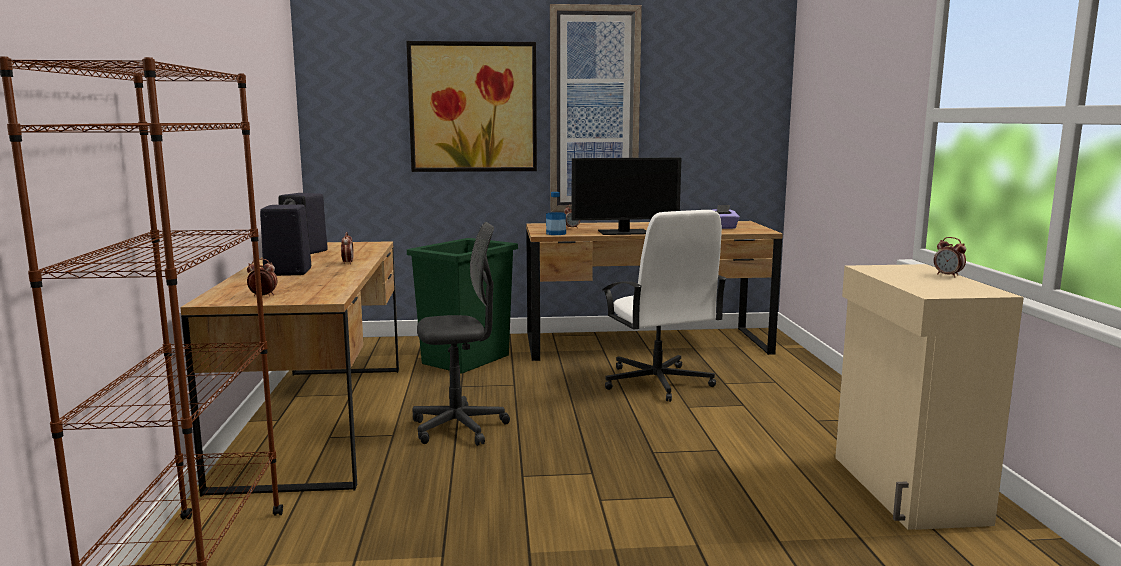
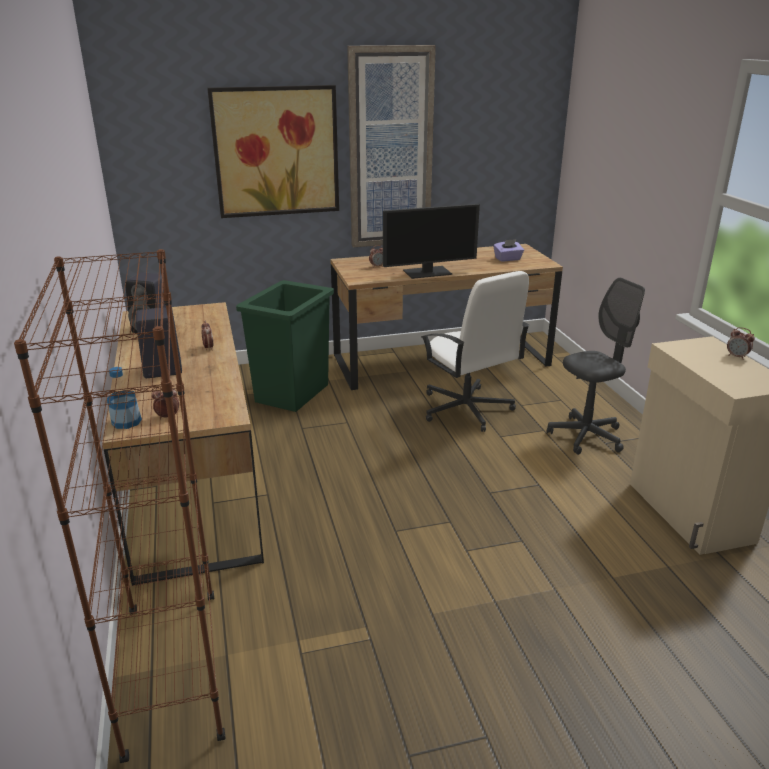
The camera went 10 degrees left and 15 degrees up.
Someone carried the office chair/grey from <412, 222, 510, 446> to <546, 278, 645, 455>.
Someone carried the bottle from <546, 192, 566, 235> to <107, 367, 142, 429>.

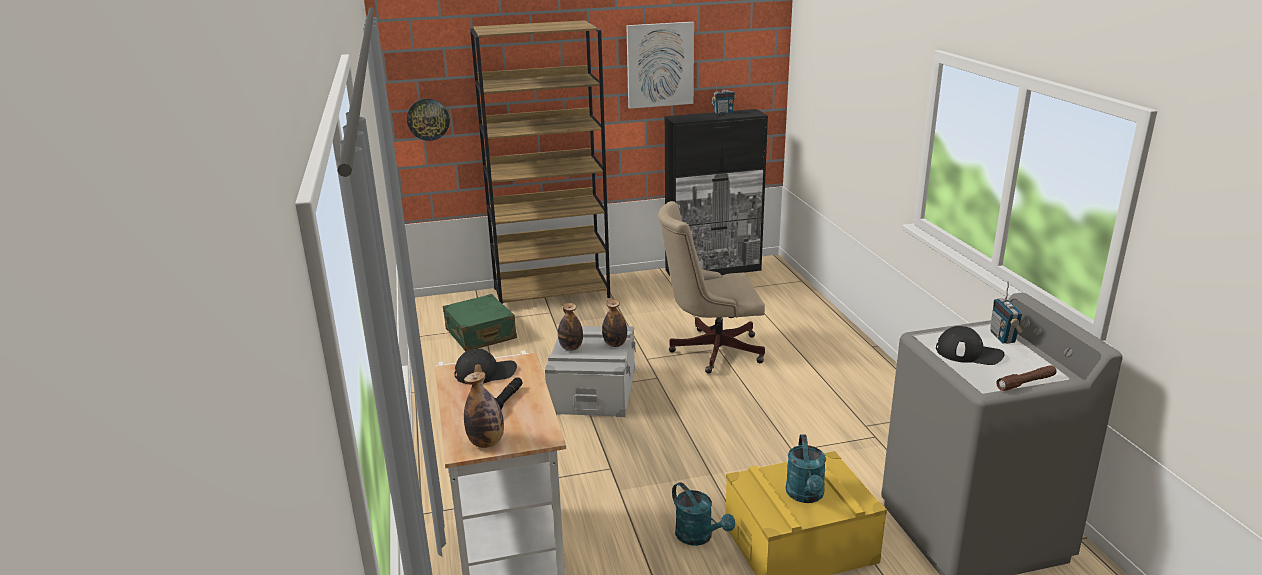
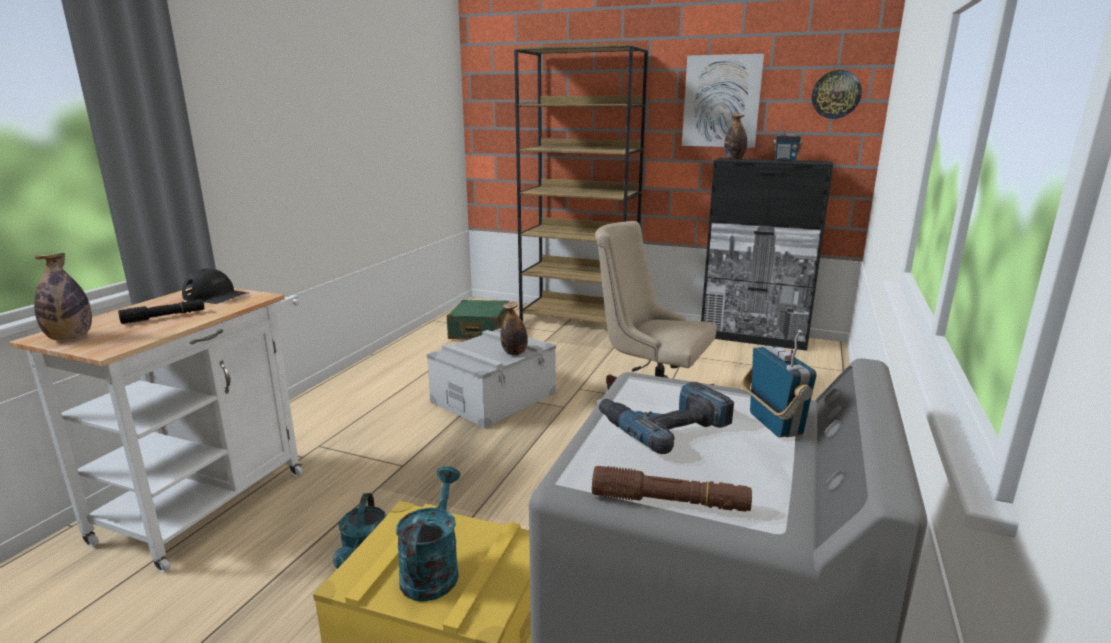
The camera went 35 degrees right and 5 degrees down.
Someone carried the wall clock from <407, 99, 450, 141> to <812, 70, 862, 119>.
Someone carried the bottle from <558, 303, 583, 351> to <724, 114, 747, 160>.
Someone rotated the watering can/turquoise at <786, 434, 826, 503> by 150 degrees clockwise.
Someone swapped the cap/black at <936, 326, 1005, 365> for the power drill at <597, 382, 734, 454>.
Someone rotated the radio at <990, 281, 1024, 344> by 135 degrees clockwise.

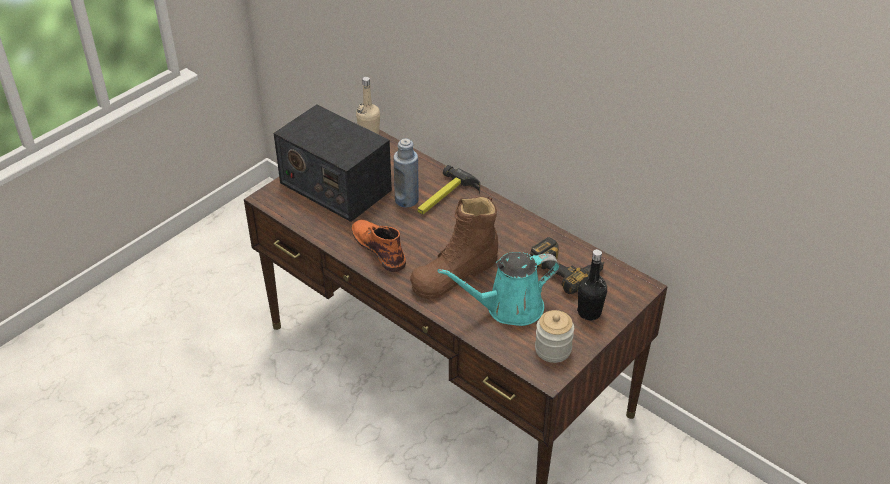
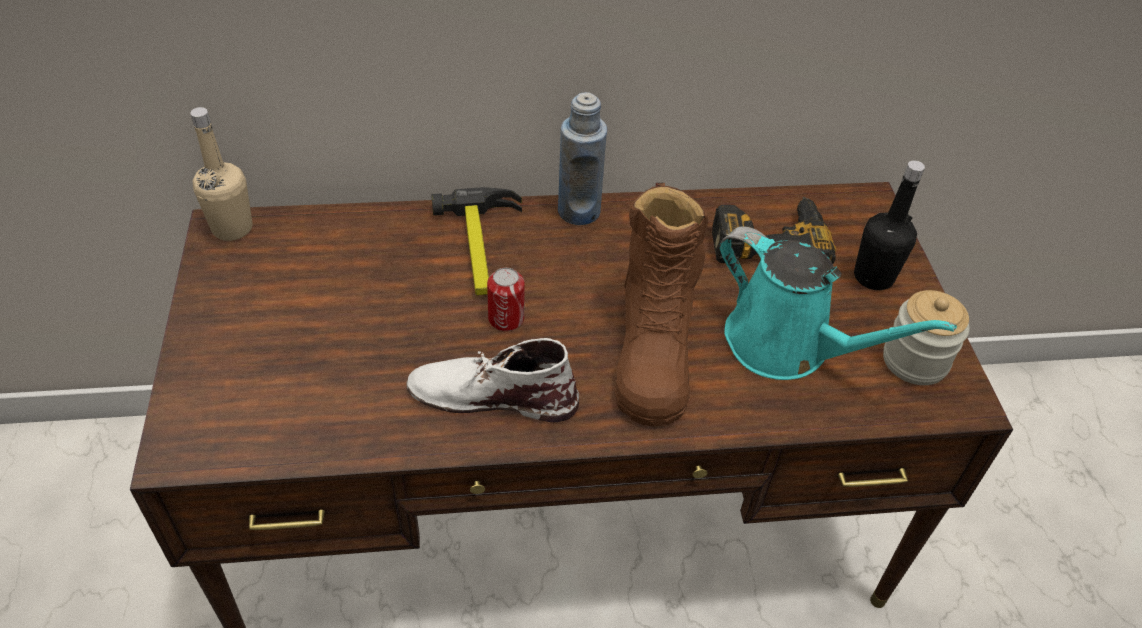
The camera went 50 degrees left and 5 degrees up.
Someone took away the radio at <273, 104, 392, 222>.
Someone repainted the boot/orange at <352, 220, 406, 272>, which became the boot/white at <406, 338, 579, 422>.
Someone carried the bottle/blue from <394, 138, 419, 208> to <558, 92, 607, 225>.
Someone rotated the watering can/turquoise at <438, 252, 560, 326> by 75 degrees counterclockwise.
Someone put down the can at <487, 267, 525, 331>.

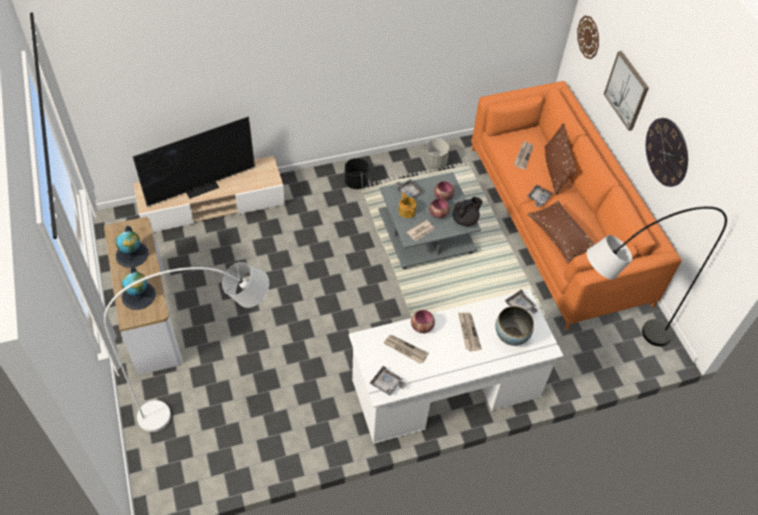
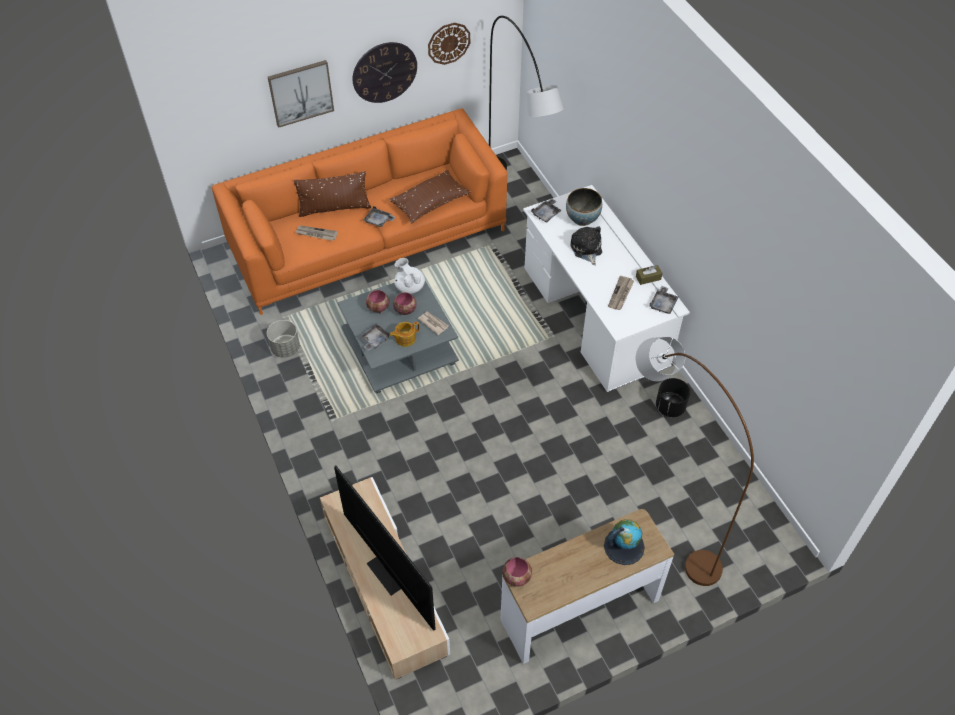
The camera went 95 degrees left and 0 degrees up.
Someone repainted the floor lamp/white at <104, 262, 269, 432>, which became the floor lamp/brown at <636, 337, 754, 586>.
Someone took away the globe at <116, 226, 149, 268>.
Someone carried the planter/black from <345, 158, 369, 189> to <656, 378, 690, 417>.
Someone carried the bowl from <411, 310, 435, 333> to <502, 557, 532, 586>.
Someone repainted the teapot/black at <452, 197, 483, 226>, which became the teapot/white at <394, 258, 425, 294>.
Someone swapped the newspaper at <458, 313, 482, 351> for the plush toy at <570, 226, 602, 265>.
Someone carried the wall clock from <577, 16, 599, 59> to <428, 23, 470, 65>.
Someone put down the tissue box/brown at <636, 265, 663, 285>.

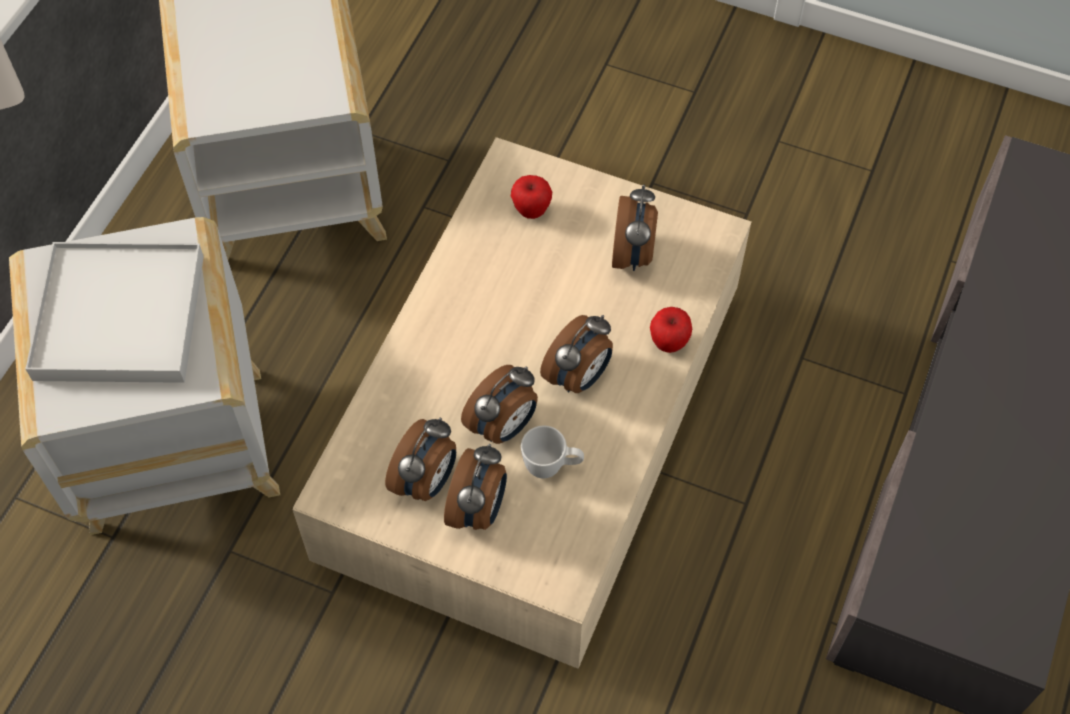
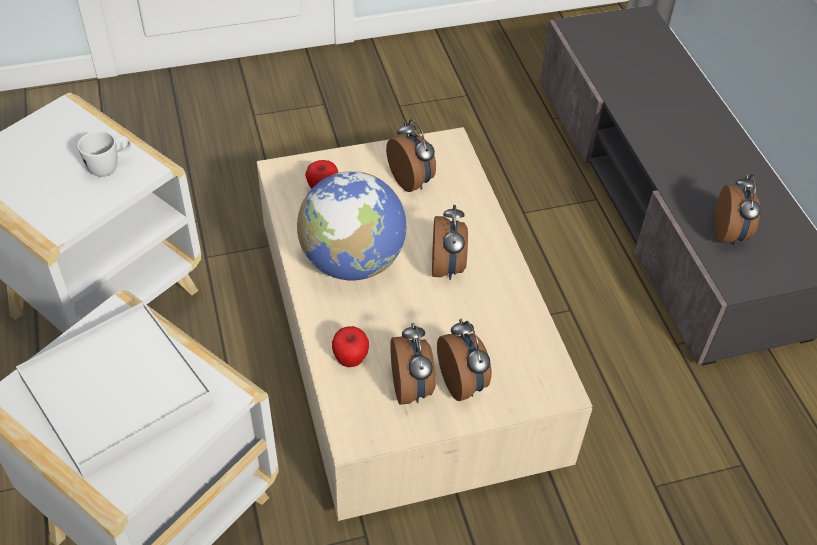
The camera went 40 degrees left and 10 degrees down.
Someone carried the alarm clock from <461, 365, 538, 444> to <715, 174, 761, 246>.
Someone carried the mug/white from <521, 426, 584, 478> to <78, 131, 131, 177>.
Someone carried the apple from <650, 307, 692, 353> to <332, 326, 369, 367>.
Someone put down the globe at <297, 171, 406, 280>.

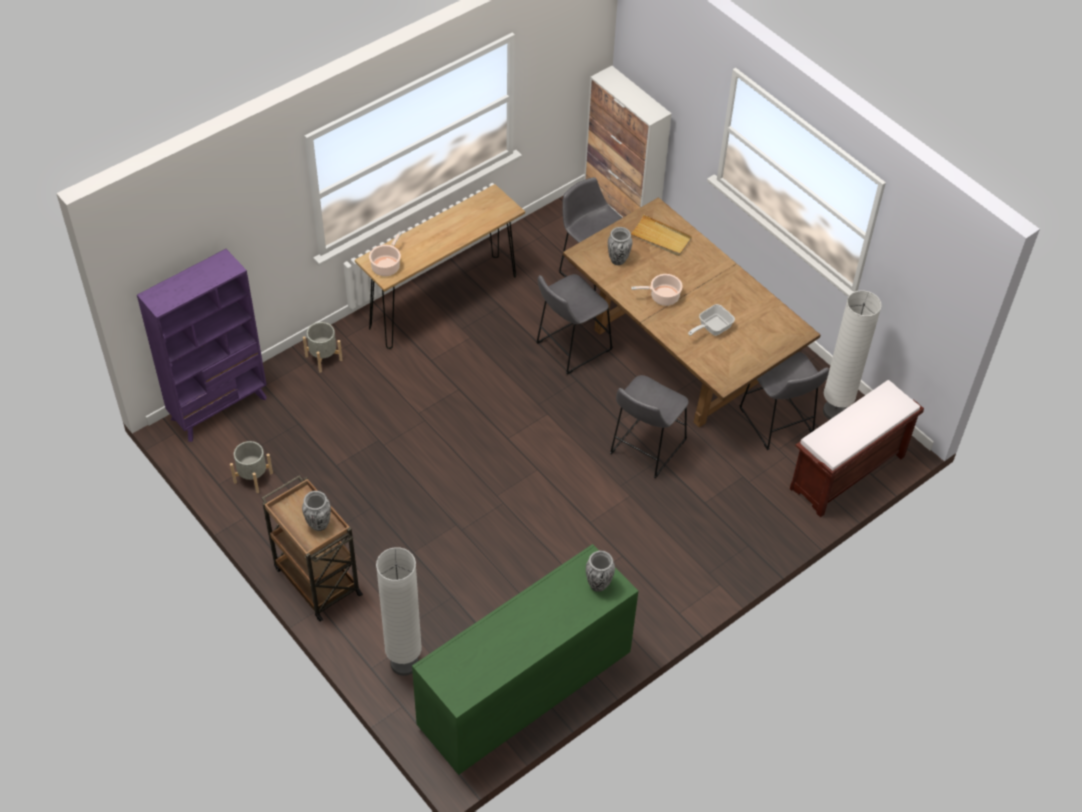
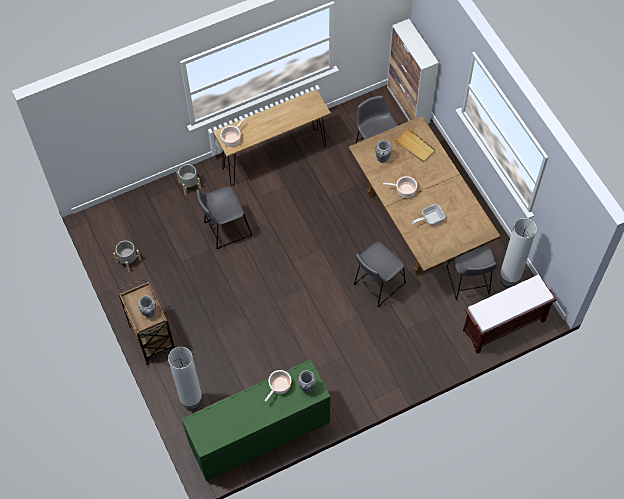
The camera went 15 degrees right and 10 degrees up.
Someone took away the bookcase/purple at <137, 249, 267, 442>.
Someone carried the stool/grey from <536, 274, 613, 375> to <196, 187, 253, 249>.
Someone put down the cooking pot at <264, 370, 291, 402>.

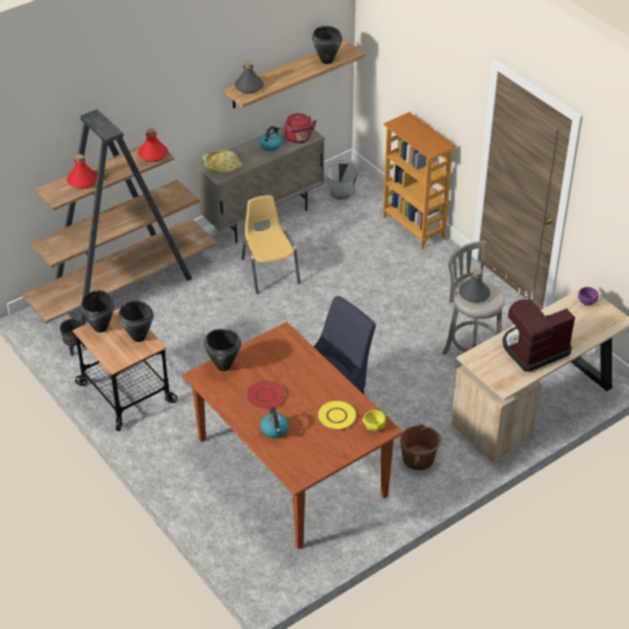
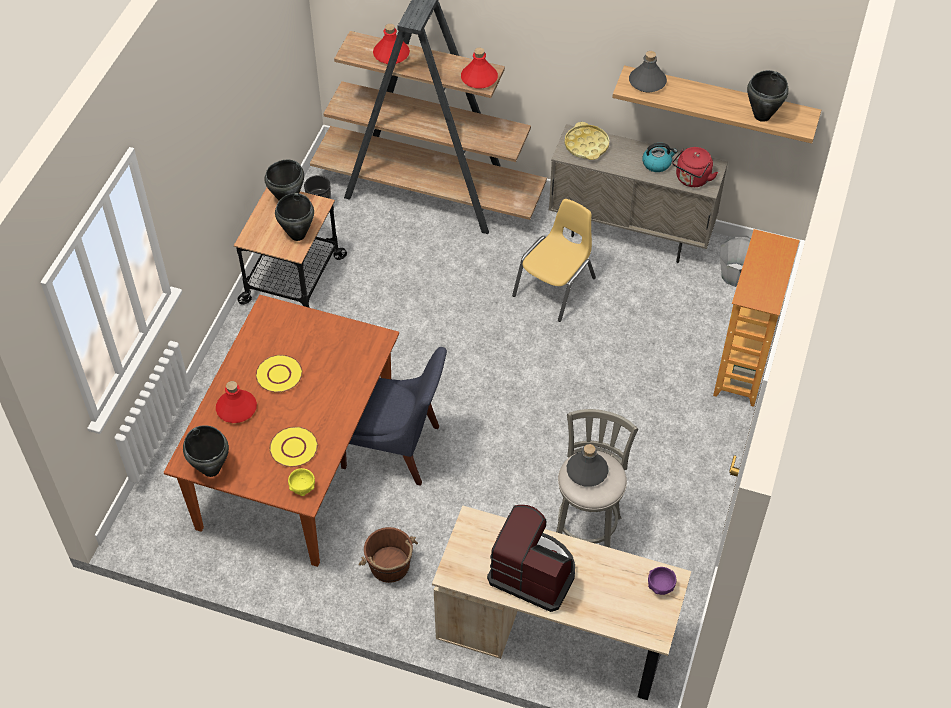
The camera went 55 degrees right and 10 degrees up.
Someone carried the cooking pot/black from <204, 329, 241, 371> to <183, 425, 229, 477>.
Someone repainted the plate/red at <246, 380, 286, 409>, which became the plate/yellow at <255, 355, 303, 393>.
Someone swapped the kettle at <260, 407, 289, 438> for the bottle/red at <216, 381, 257, 423>.

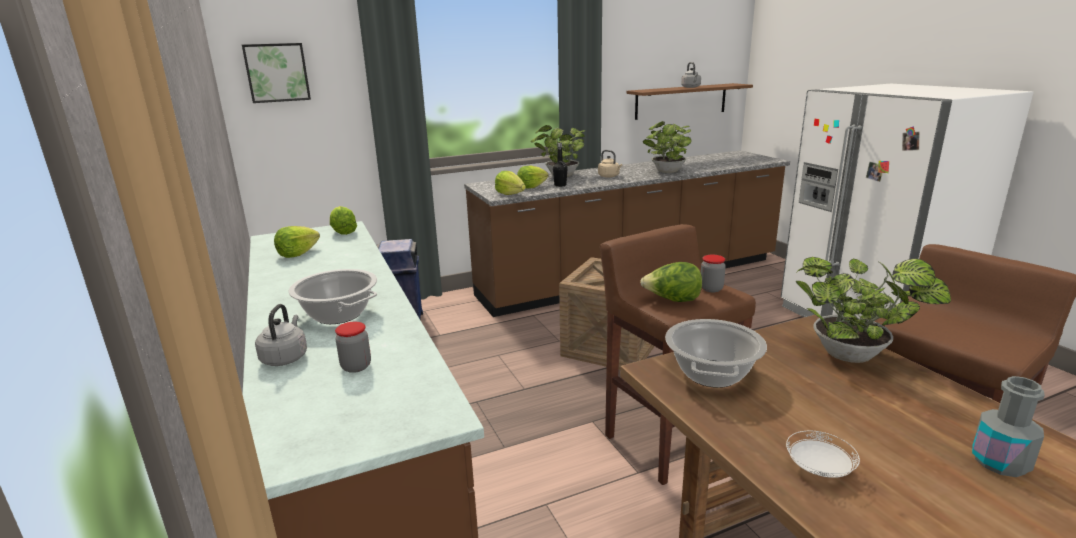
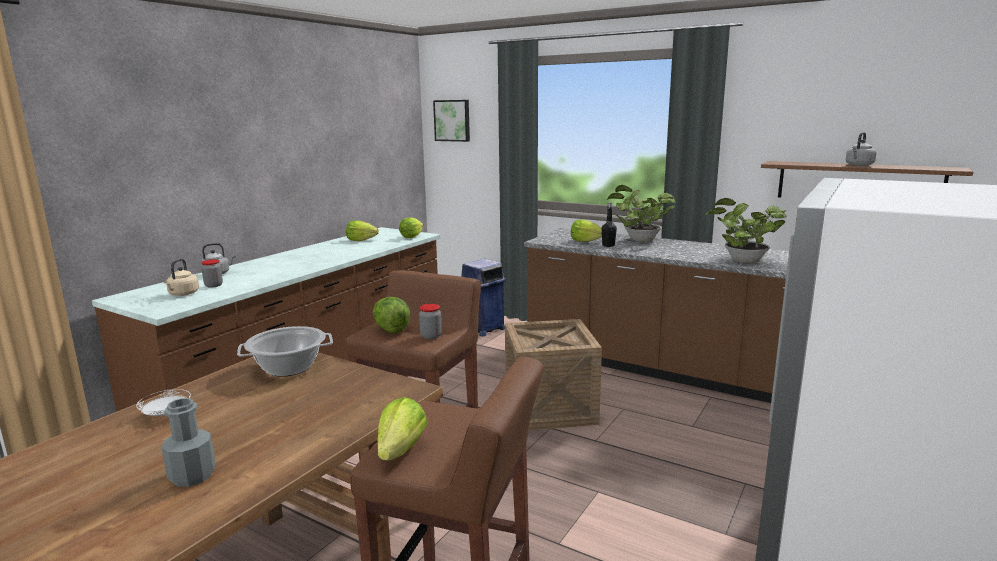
The camera went 55 degrees right and 5 degrees down.
Someone took away the cooking pot at <288, 269, 377, 324>.
Someone carried the lettuce from <495, 171, 526, 195> to <377, 397, 428, 461>.
Someone carried the kettle/beige from <598, 150, 622, 178> to <164, 258, 199, 296>.
Someone took away the potted plant at <795, 257, 951, 363>.

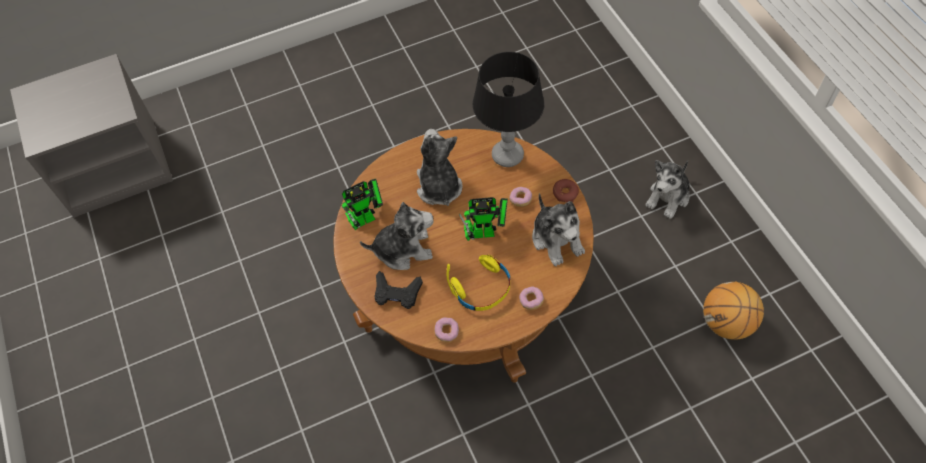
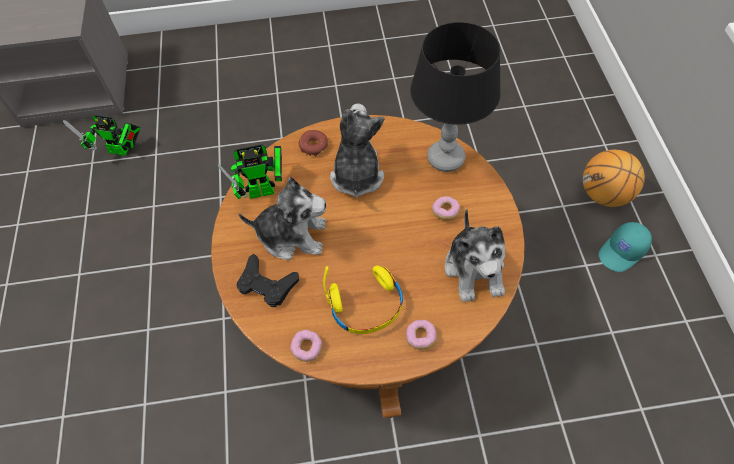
The camera went 15 degrees right and 0 degrees up.
Someone carried the toy robot from <459, 197, 508, 241> to <63, 115, 140, 156>.
Someone carried the donut from <553, 179, 579, 203> to <299, 130, 328, 156>.
Someone swapped the plush toy at <645, 160, 690, 219> for the cap/turquoise at <599, 222, 652, 272>.
Someone carried the basketball from <703, 281, 764, 340> to <583, 150, 645, 207>.

